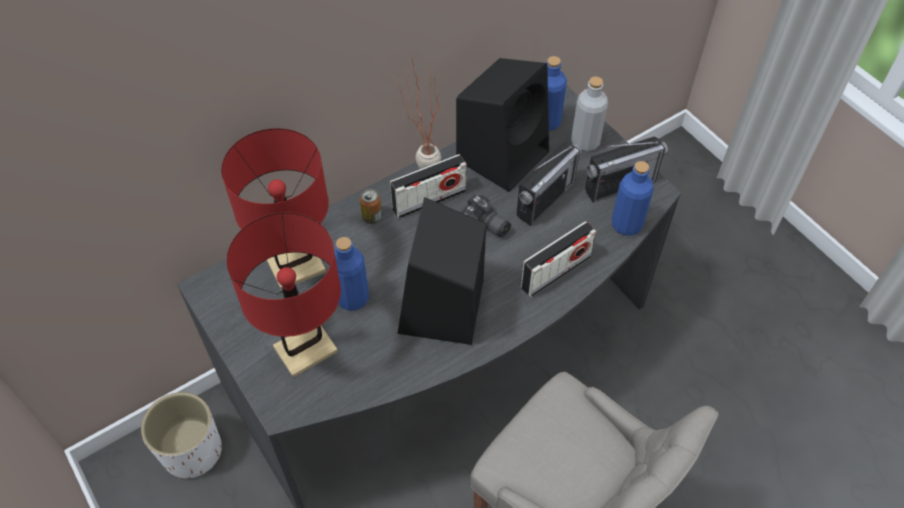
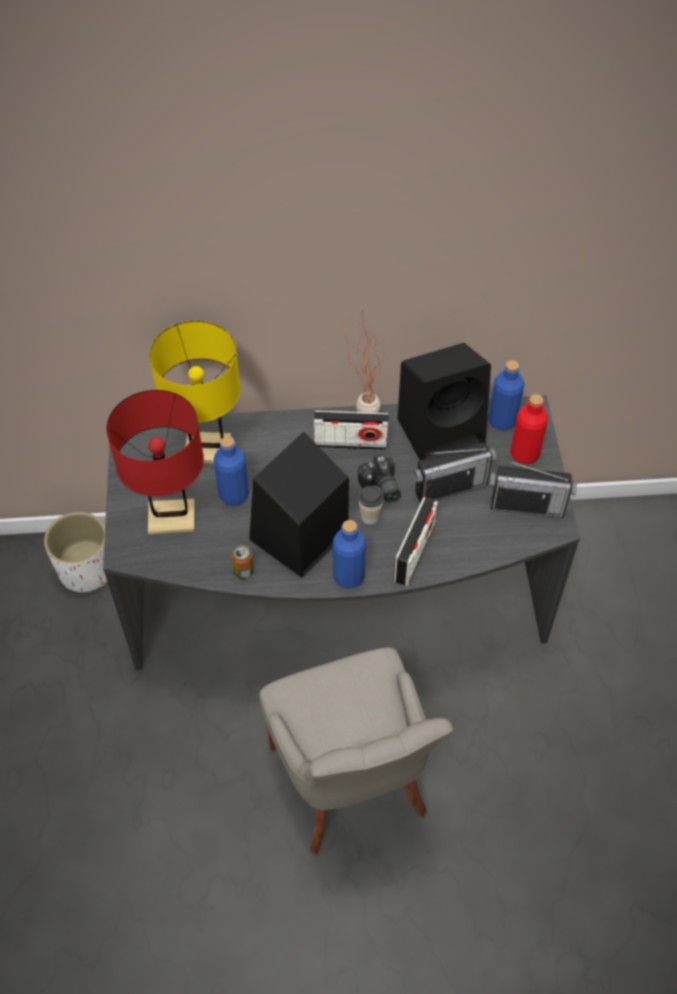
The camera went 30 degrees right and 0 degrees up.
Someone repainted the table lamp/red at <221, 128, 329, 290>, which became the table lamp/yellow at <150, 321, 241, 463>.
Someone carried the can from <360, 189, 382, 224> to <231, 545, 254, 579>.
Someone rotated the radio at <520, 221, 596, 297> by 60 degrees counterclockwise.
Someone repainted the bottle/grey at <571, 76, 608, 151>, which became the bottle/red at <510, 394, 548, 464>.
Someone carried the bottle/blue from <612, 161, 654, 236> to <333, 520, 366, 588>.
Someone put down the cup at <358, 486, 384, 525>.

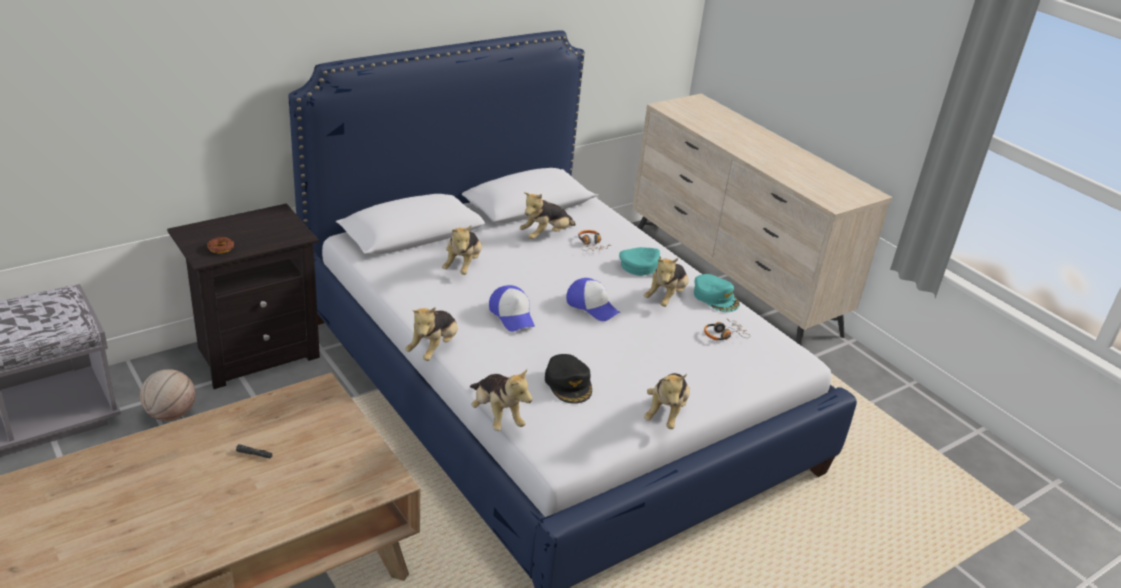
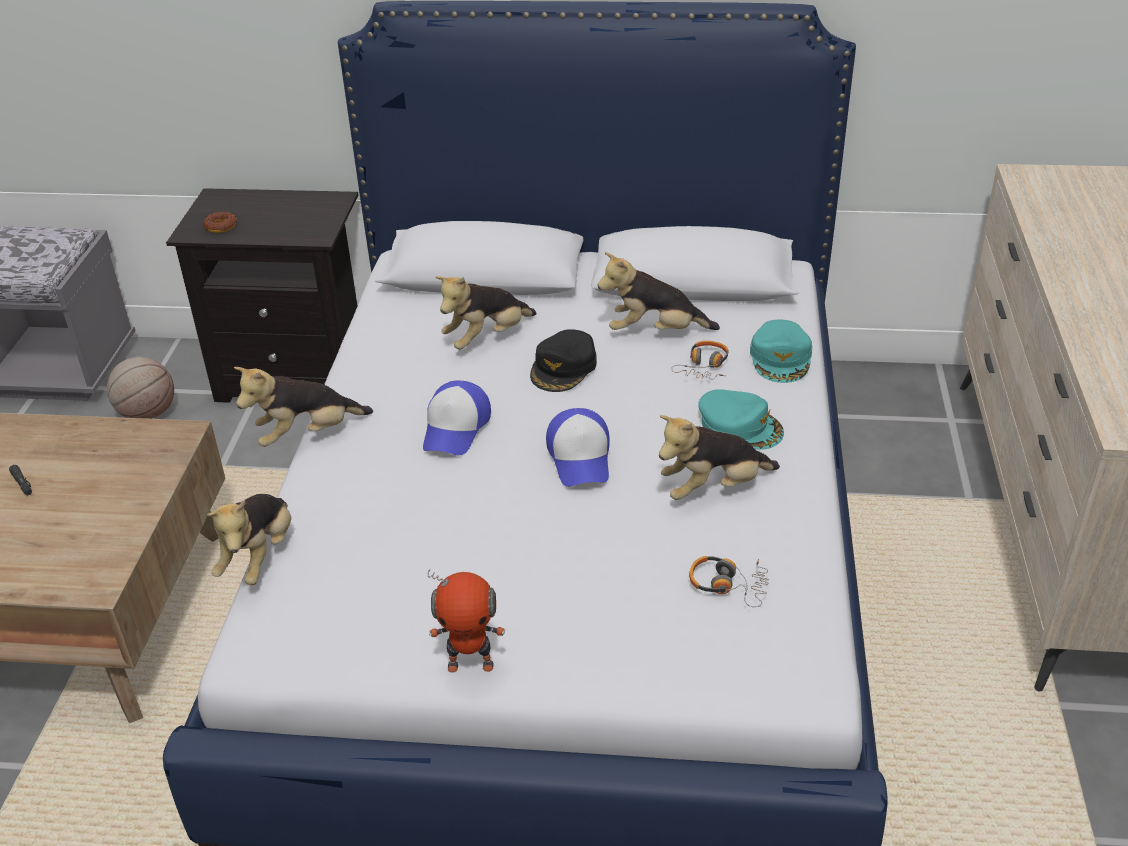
The camera went 45 degrees right and 5 degrees up.
Someone carried the cap/black from <545, 354, 592, 404> to <530, 329, 597, 392>.
Someone swapped the plush toy at <644, 373, 690, 429> for the toy robot at <427, 569, 505, 672>.
Someone carried the cap/turquoise from <694, 274, 740, 312> to <750, 319, 813, 383>.

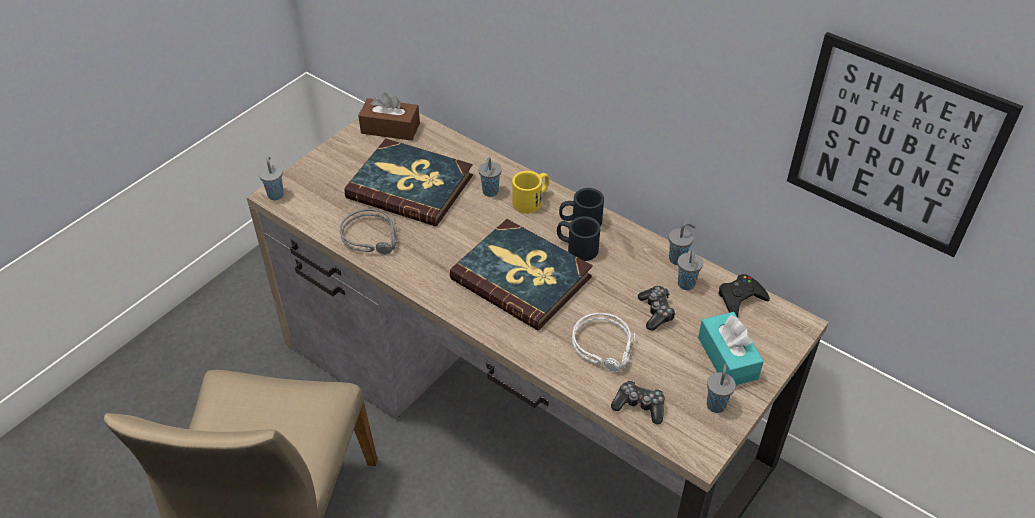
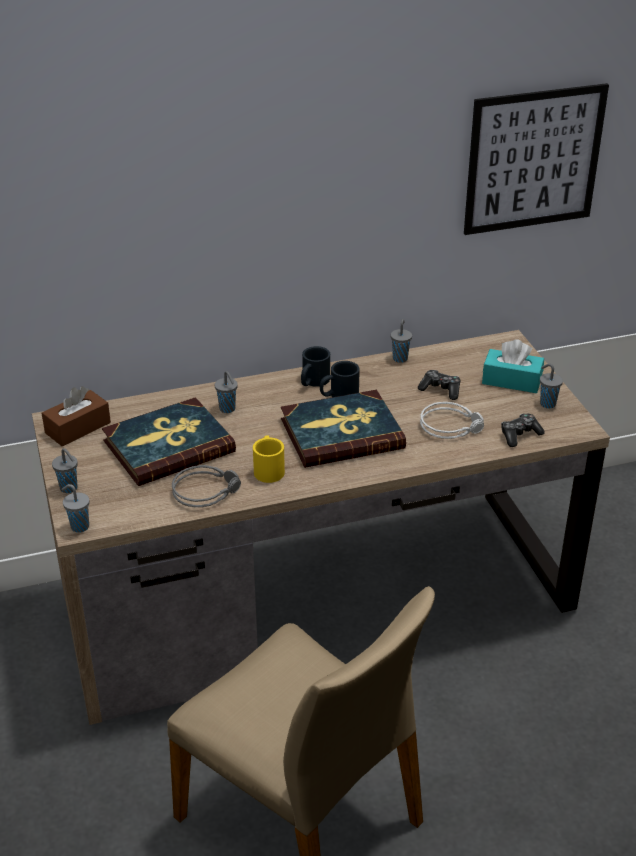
The camera went 55 degrees left and 10 degrees down.
Someone carried the mug/yellow from <512, 171, 549, 214> to <253, 435, 285, 483>.
Someone carried the cup/grey from <677, 250, 703, 290> to <52, 448, 78, 493>.
Someone took away the game controller/black at <718, 274, 770, 317>.

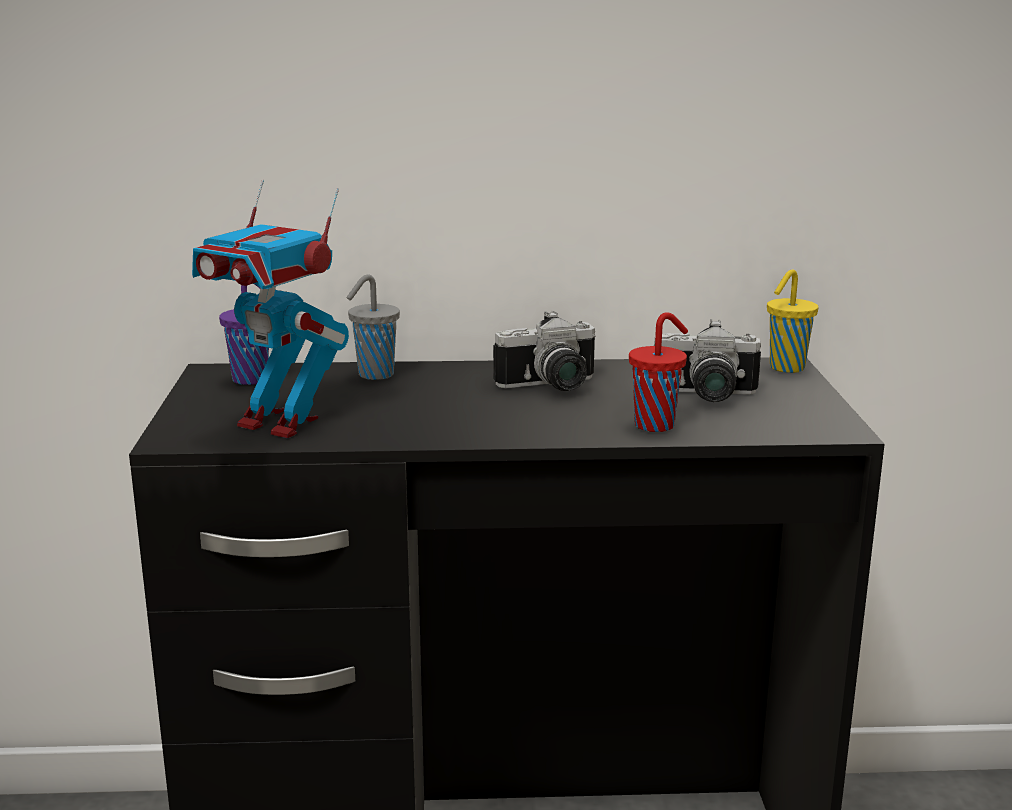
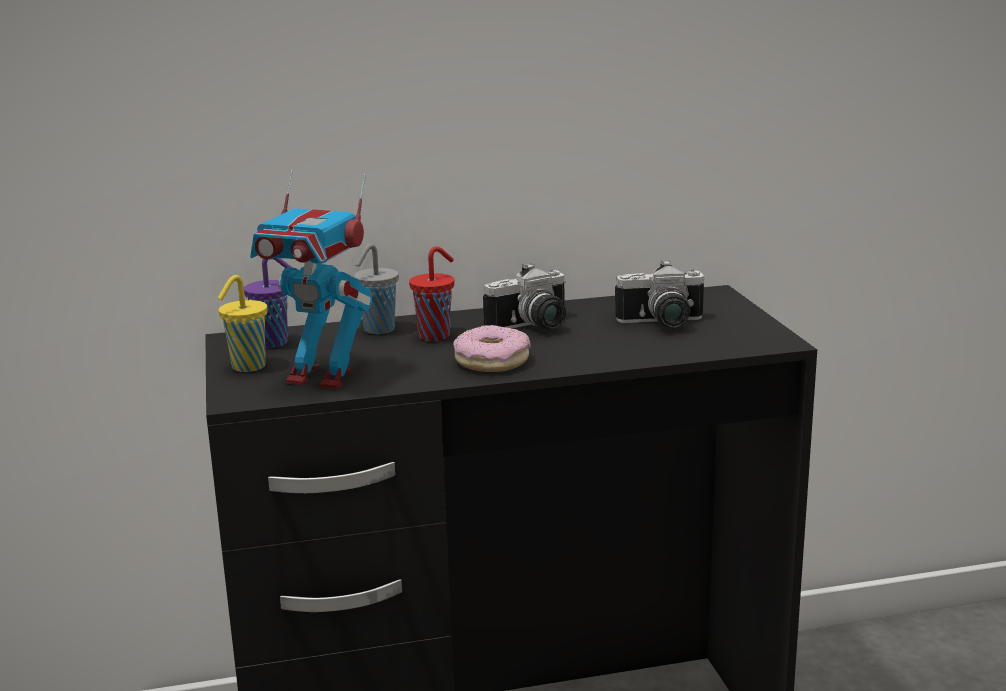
The camera went 10 degrees left and 0 degrees up.
Someone carried the cup/red from <629, 312, 688, 432> to <409, 246, 454, 341>.
Someone carried the cup/yellow from <767, 269, 819, 373> to <218, 275, 267, 372>.
Someone put down the donut at <453, 325, 530, 372>.

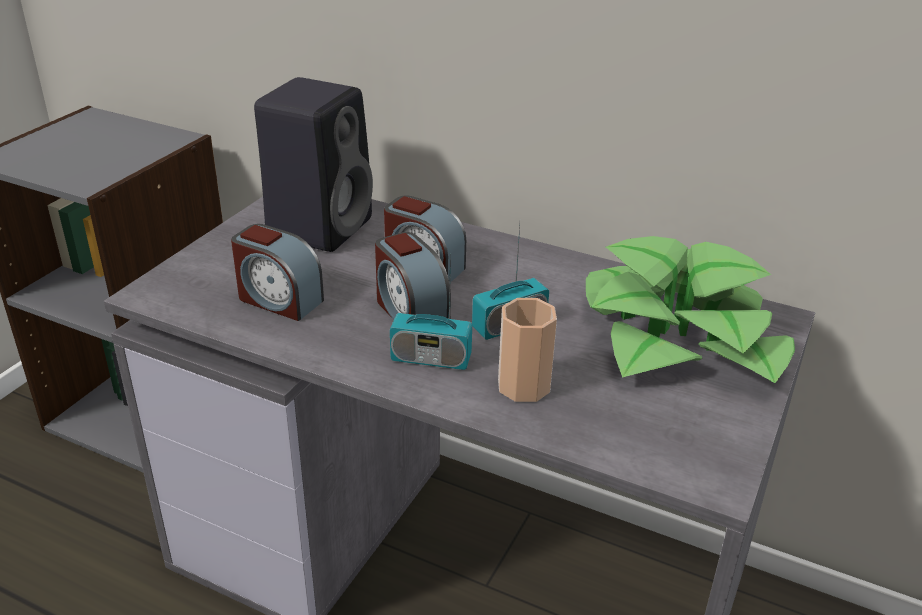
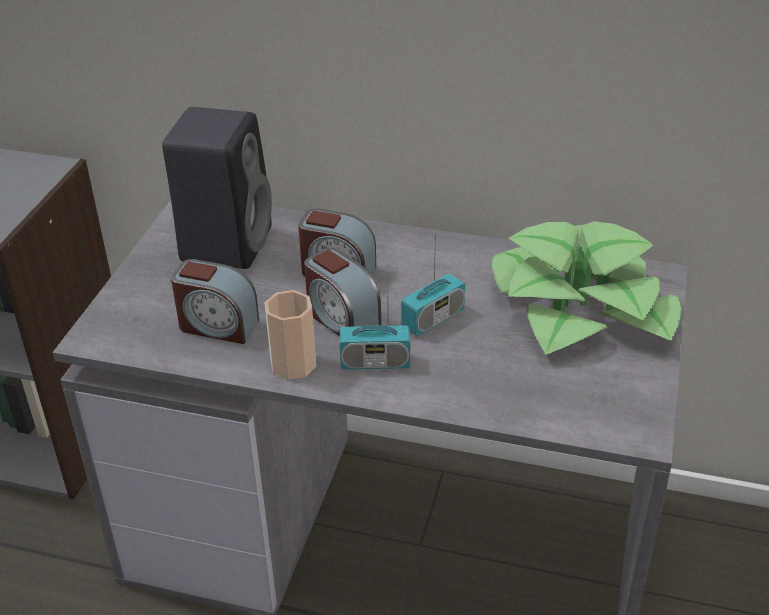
The camera went 10 degrees left and 5 degrees up.
Someone carried the cup from <498, 298, 557, 402> to <265, 290, 316, 380>.

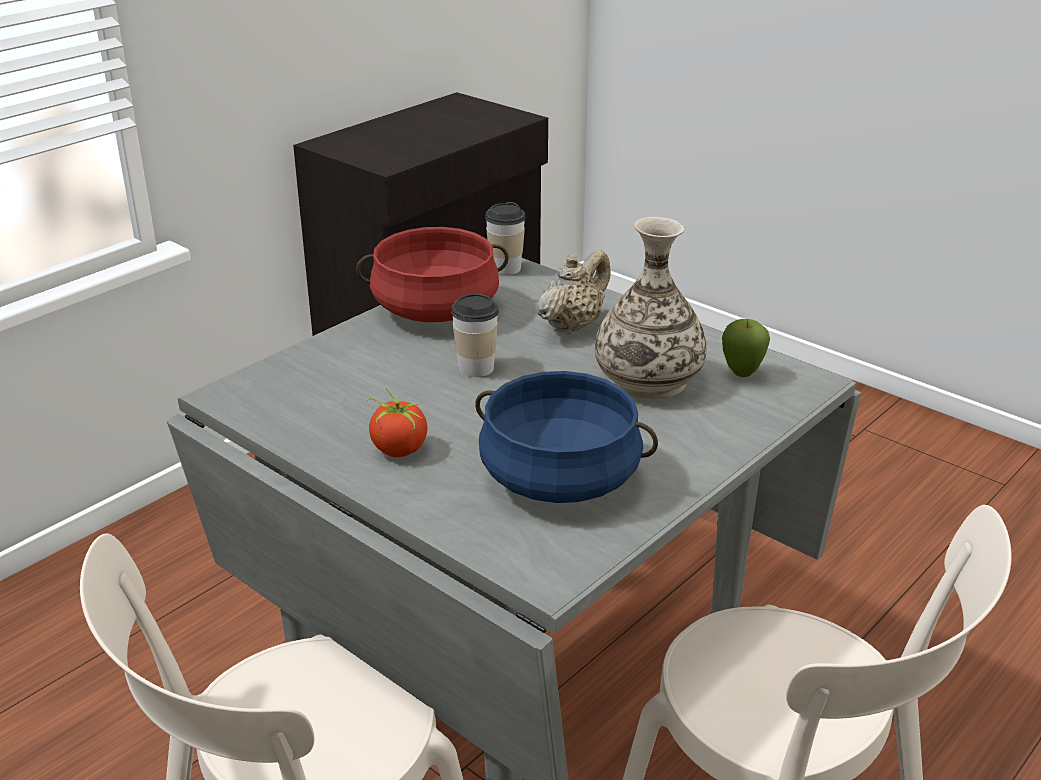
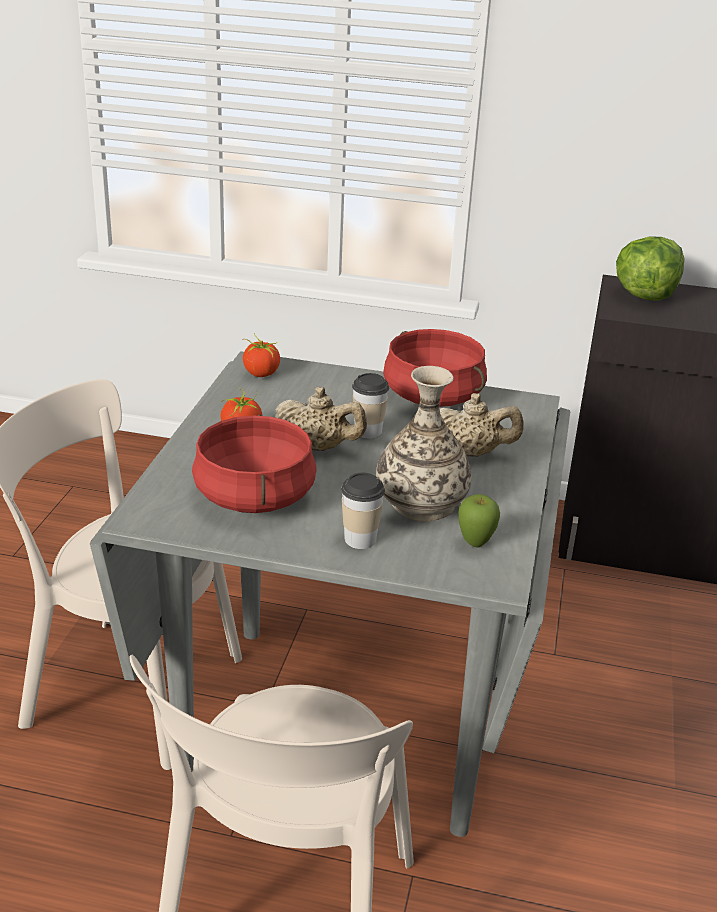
The camera went 60 degrees right and 0 degrees up.
Someone repainted the cooking pot/blue at <475, 371, 658, 503>, which became the cooking pot/red at <192, 414, 317, 513>.
Someone carried the cup from <485, 202, 526, 275> to <341, 473, 385, 549>.
Someone put down the tomato at <242, 333, 280, 377>.
Someone put down the teapot/beige at <275, 387, 367, 451>.
Someone put down the lettuce at <616, 236, 684, 300>.

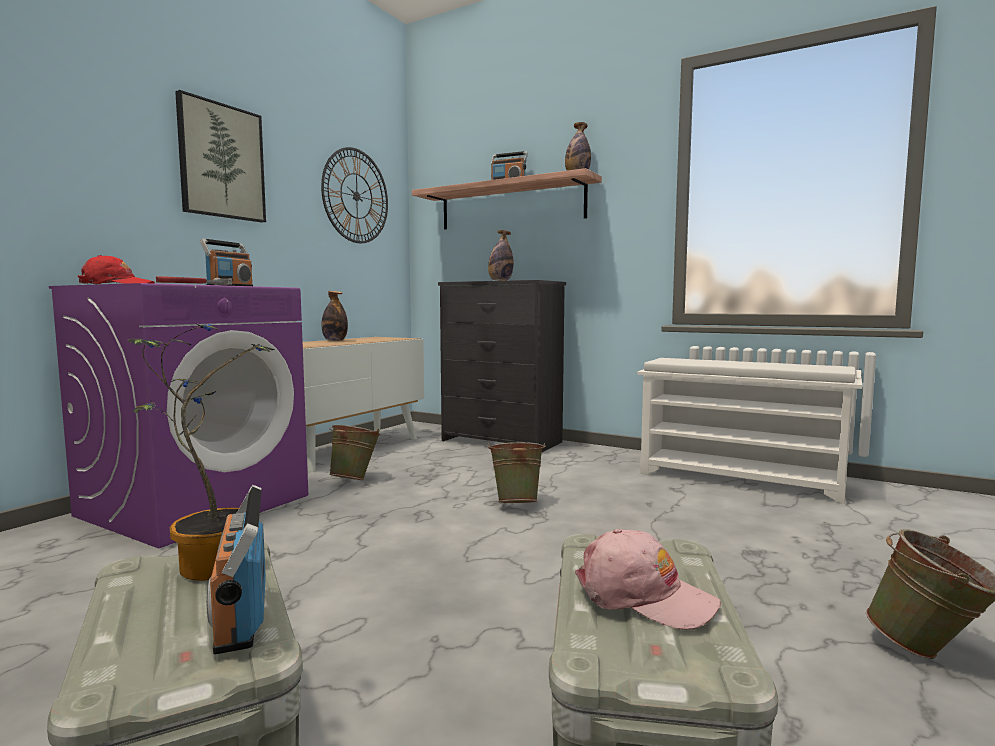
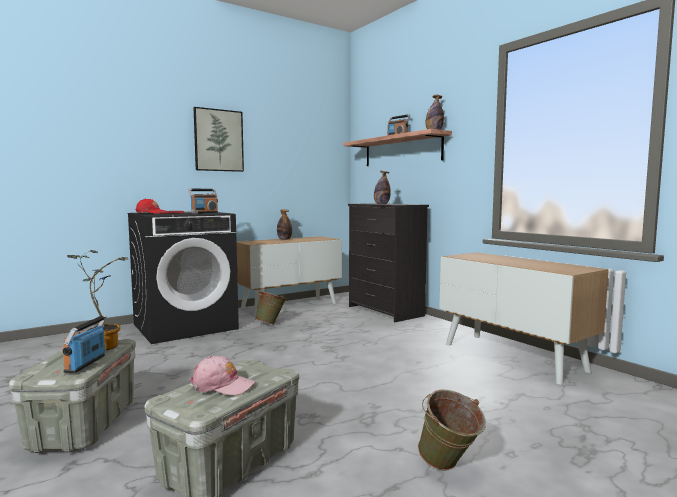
The camera went 25 degrees right and 0 degrees up.
Someone repainted the washing machine/purple at <49, 283, 308, 549>, which became the washing machine/black at <127, 212, 239, 344>.
Someone took away the wall clock at <321, 147, 388, 243>.
Someone took away the bucket/green at <488, 442, 546, 503>.
Someone rotated the cap/pink at <575, 529, 721, 630> by 45 degrees counterclockwise.
Someone swapped the shoe rack/white at <637, 358, 862, 504> for the cabinet at <439, 252, 609, 385>.

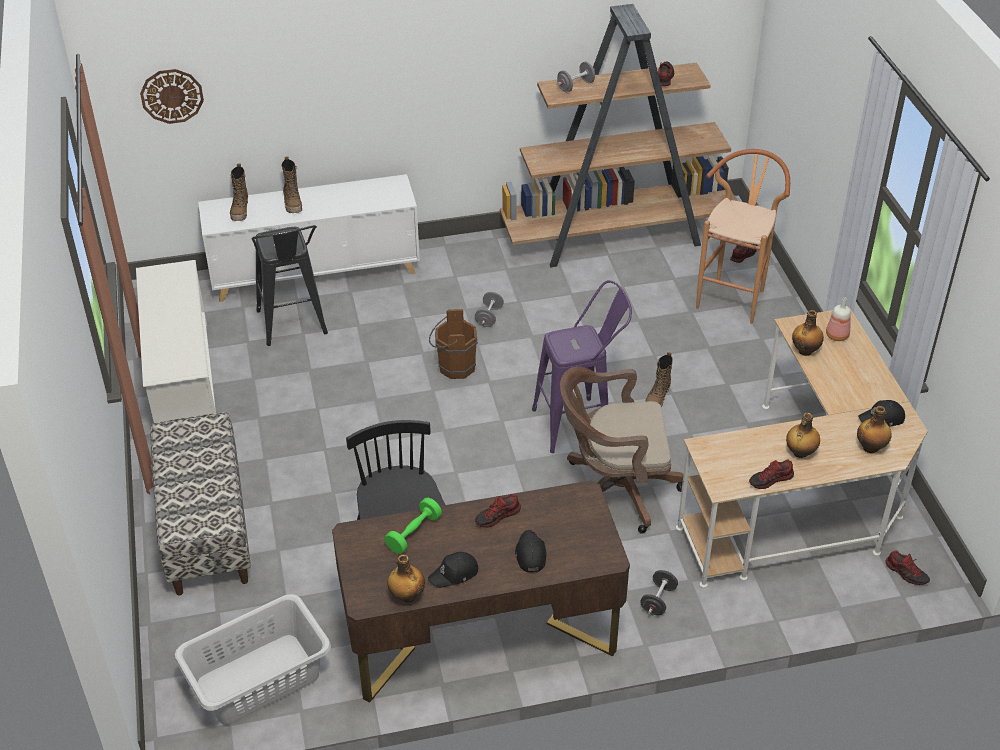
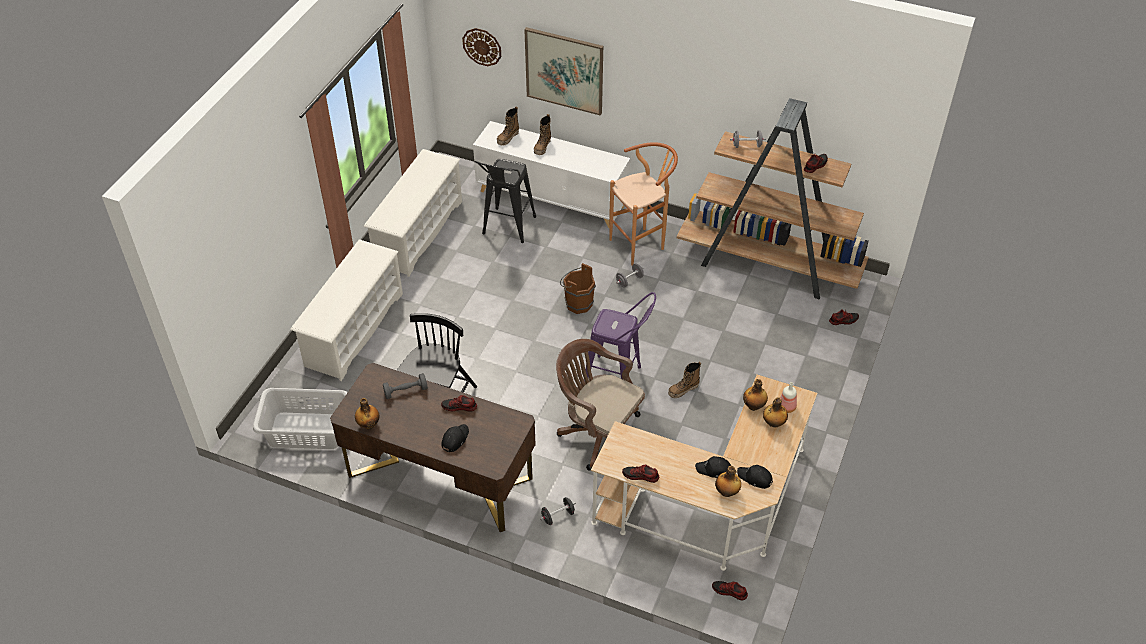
The camera went 35 degrees right and 5 degrees up.
Someone swapped the bench at <150, 412, 251, 595> for the shoe rack/white at <290, 239, 403, 381>.
Someone repainted the dumbbell/green at <385, 498, 442, 554>, which became the dumbbell/grey at <383, 373, 428, 399>.
Someone carried the cap/black from <428, 552, 478, 588> to <695, 456, 731, 478>.
Someone carried the stool/brown from <696, 149, 790, 324> to <609, 142, 678, 265>.
Someone carried the bottle from <786, 413, 820, 458> to <763, 397, 788, 428>.
Someone rotated the shoe at <886, 550, 930, 585> by 120 degrees clockwise.
Someone put up the picture at <524, 27, 603, 116>.

